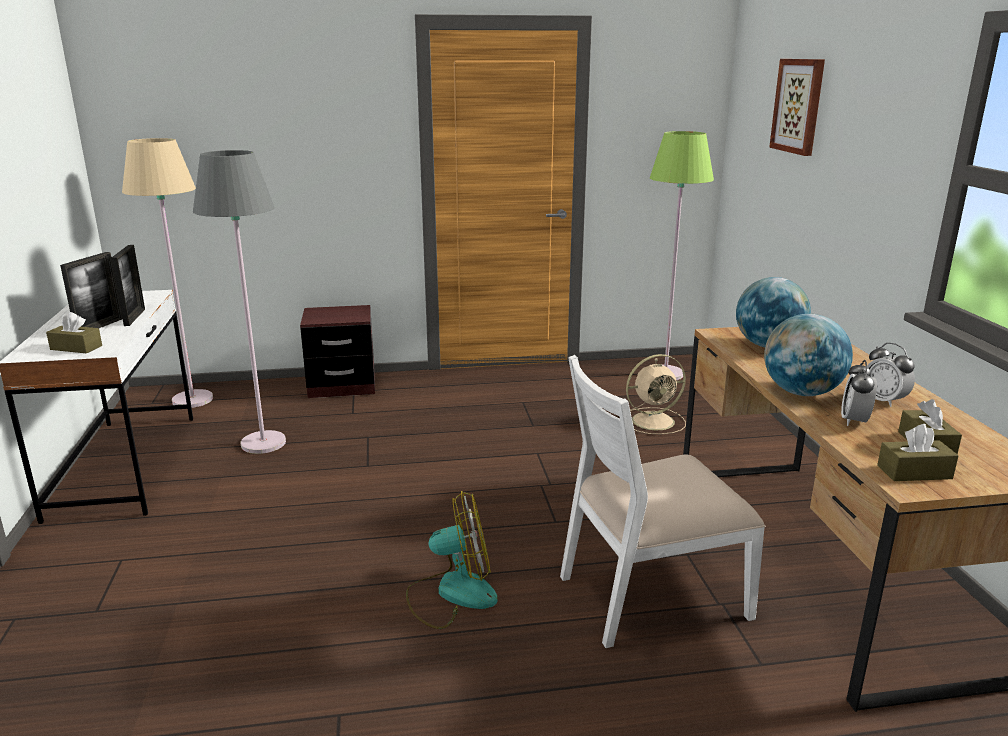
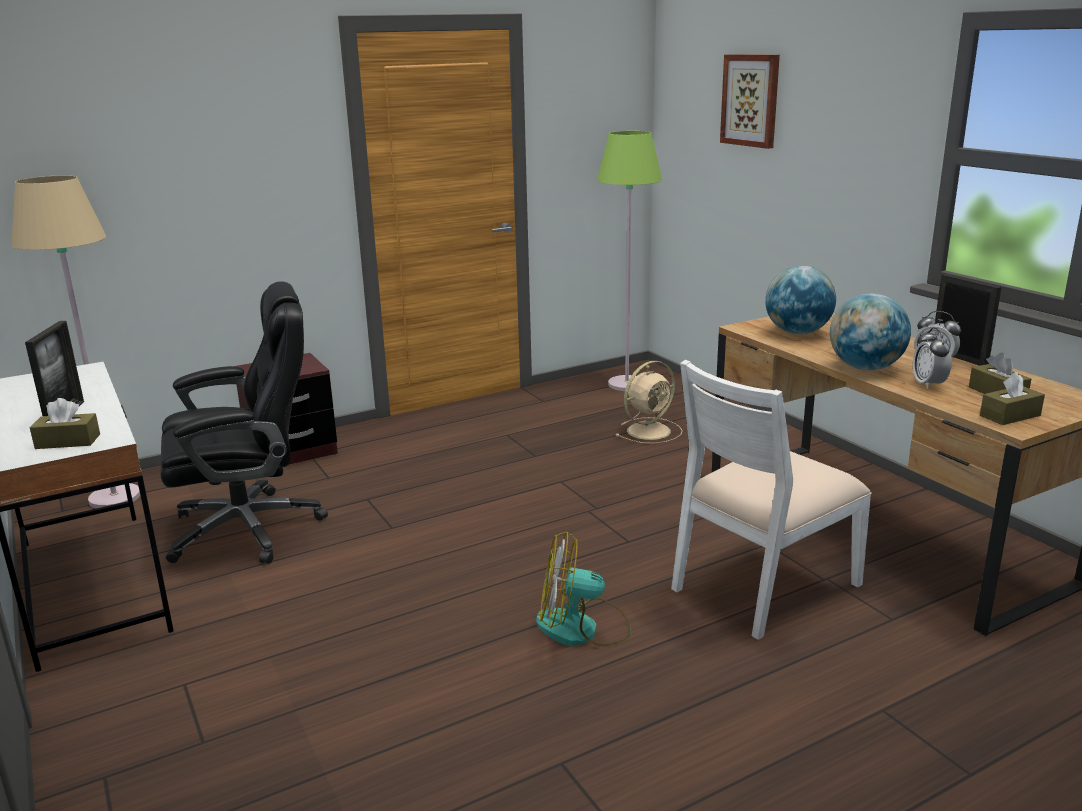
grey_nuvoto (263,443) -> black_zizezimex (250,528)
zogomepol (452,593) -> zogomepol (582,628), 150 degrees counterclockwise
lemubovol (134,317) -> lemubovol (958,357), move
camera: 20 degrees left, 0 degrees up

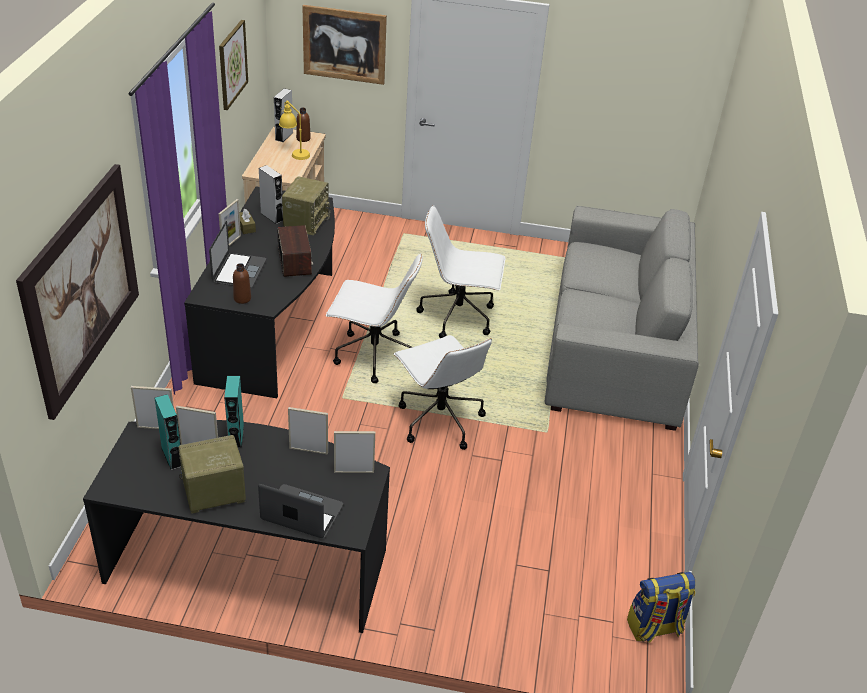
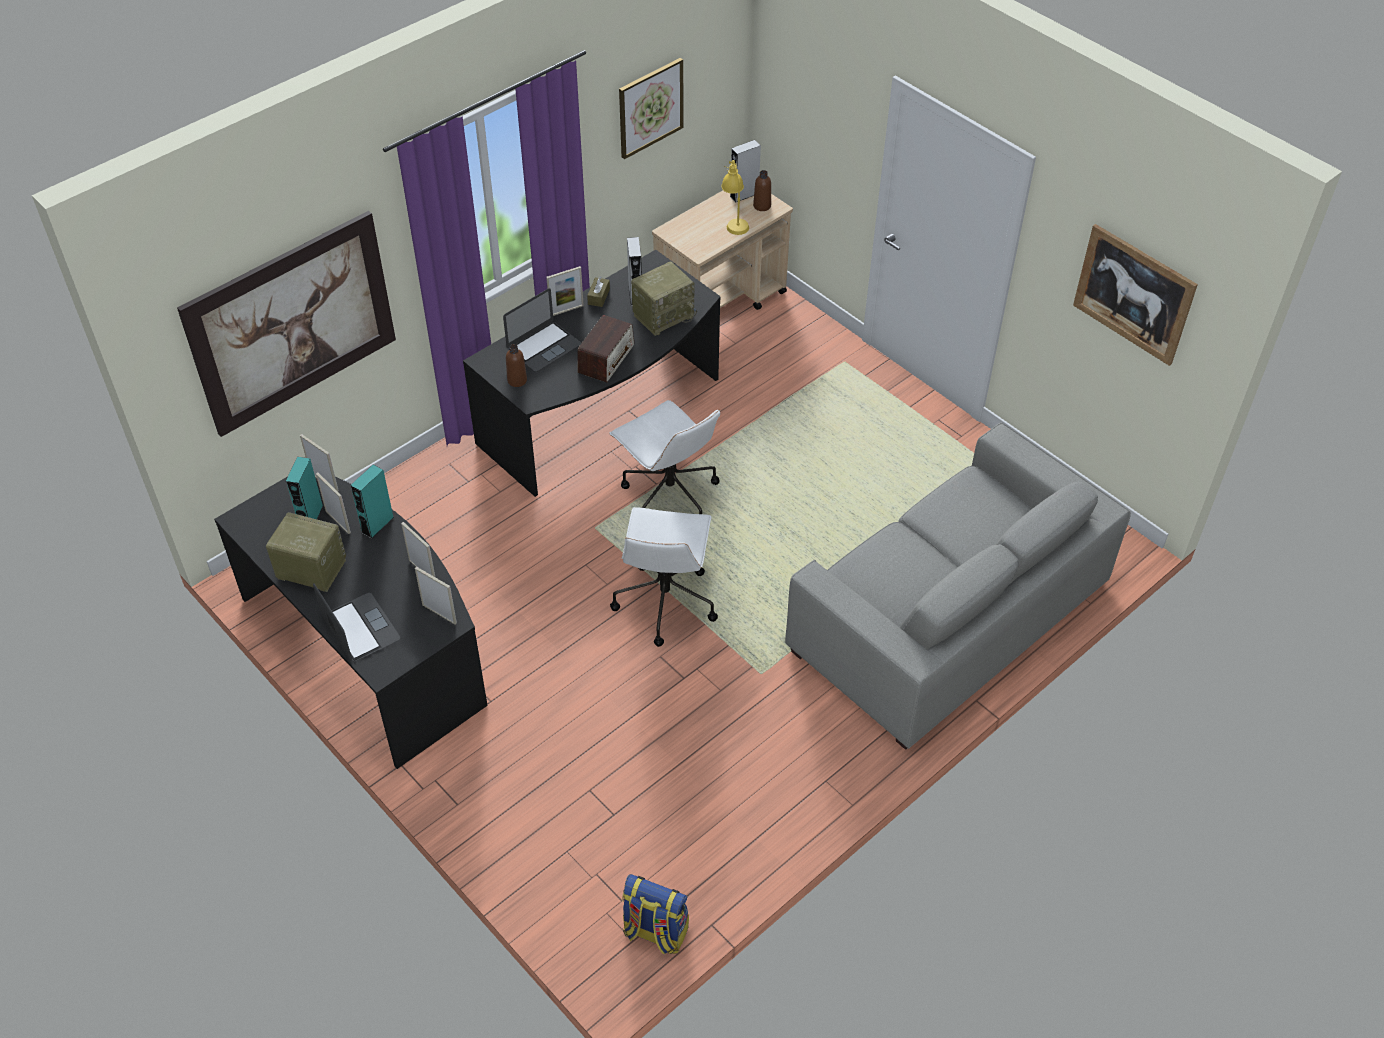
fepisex (344,44) -> fepisex (1133,294), move
white_zizezimex (459,316) -> none
camera: 40 degrees right, 10 degrees up

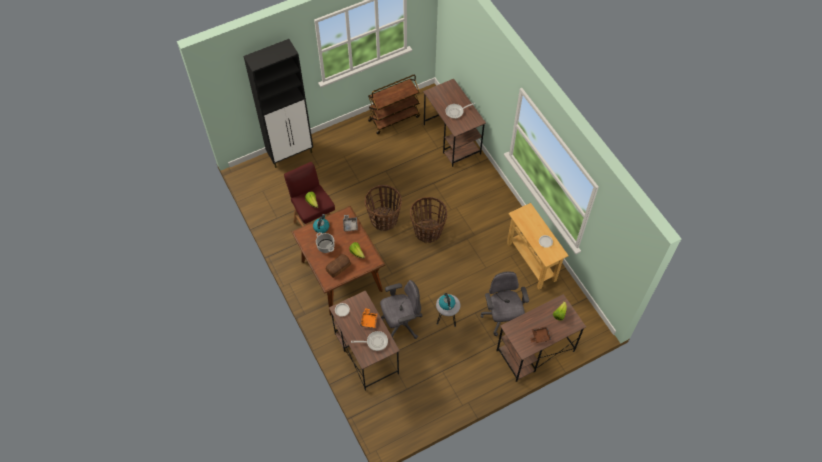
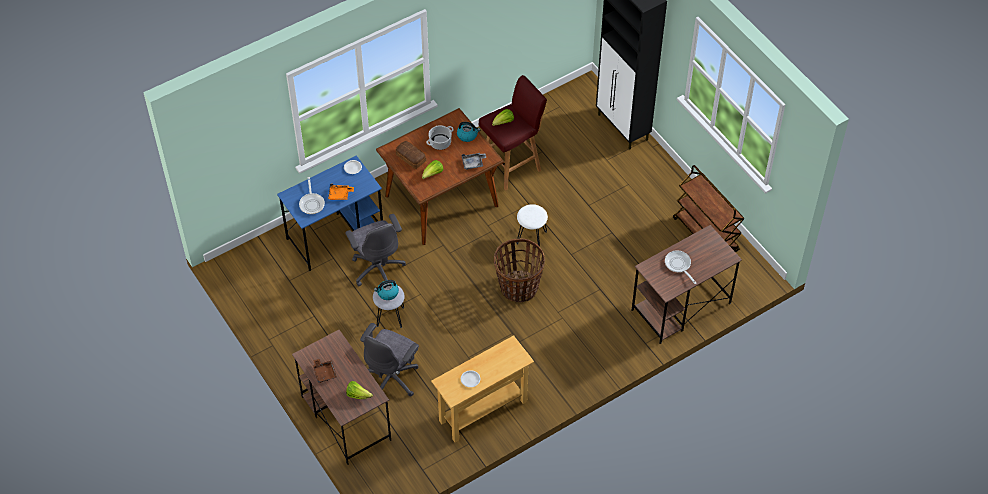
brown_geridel (366,353) -> blue_geridel (336,235)
grey_zizezimex (502,318) -> grey_zizezimex (392,378), 135 degrees clockwise
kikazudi (384,219) -> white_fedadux (531,237)
camera: 85 degrees right, 5 degrees down

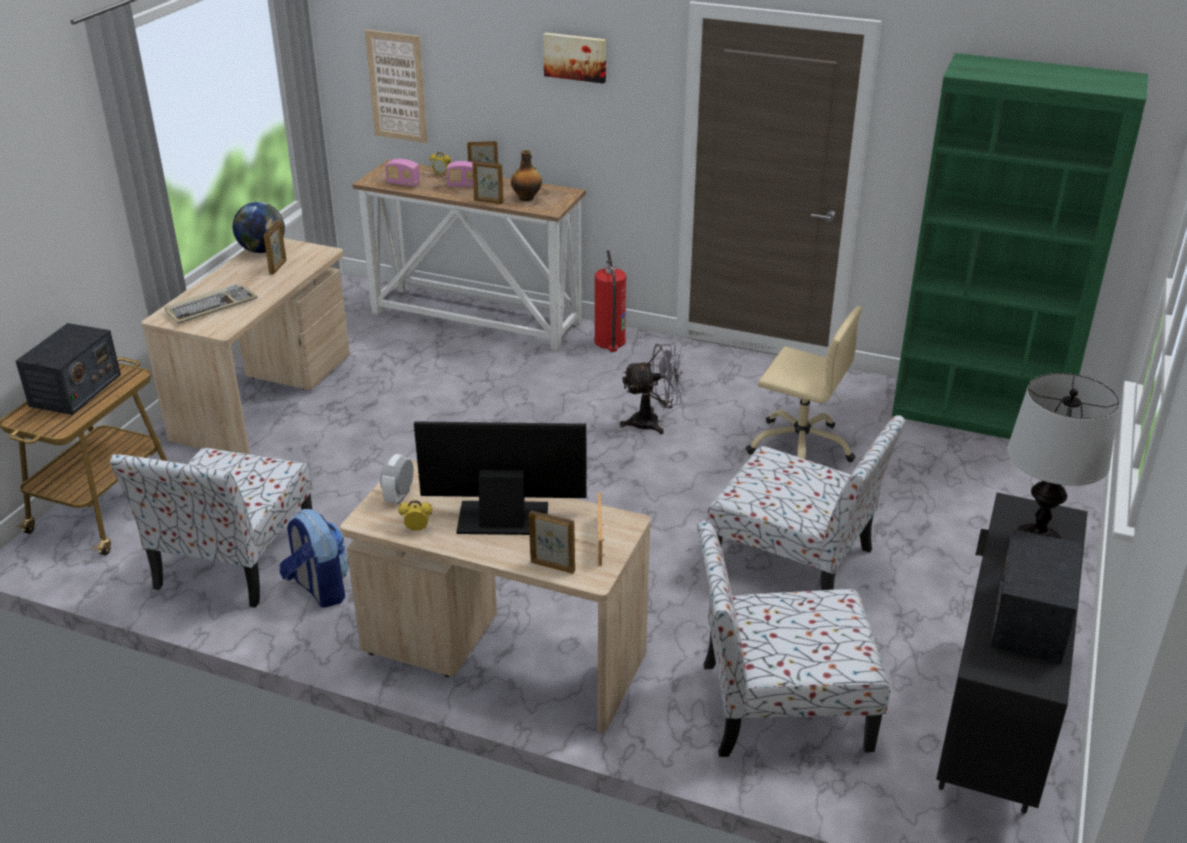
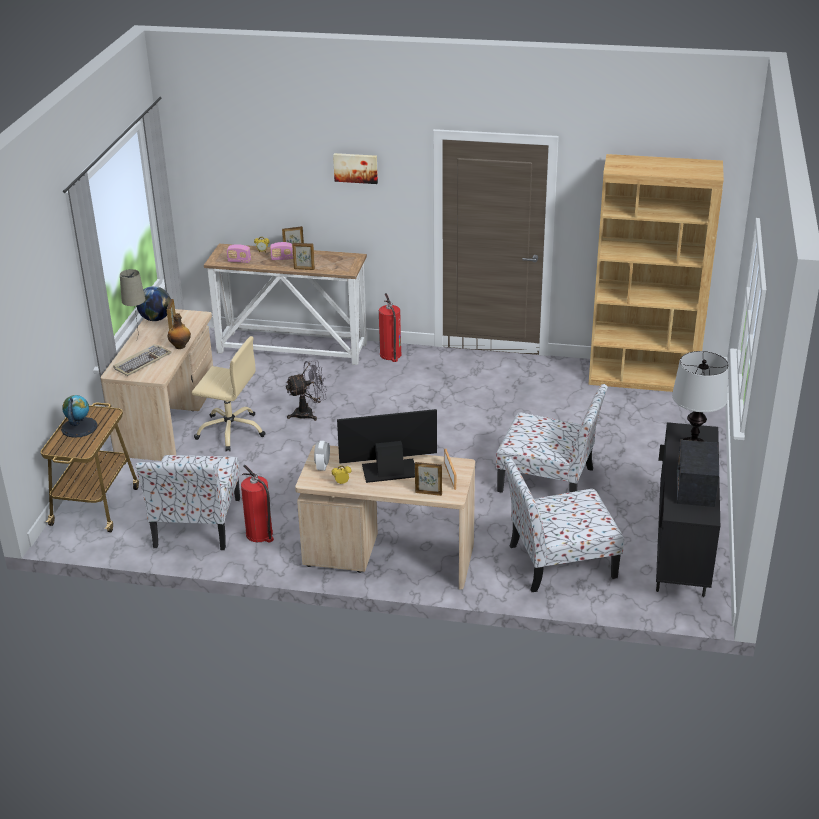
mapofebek (75,390) -> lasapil (79,427)
none -> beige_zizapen (139,337)
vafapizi (527,198) -> vafapizi (180,346), move
beige_zizezimex (800,447) -> beige_zizezimex (231,431), move
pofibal (319,589) -> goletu (260,534)
grey_zogomepol (653,422) -> grey_zogomepol (308,413), move
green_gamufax (979,415) -> brown_gamufax (643,378)
fepisex (397,87) -> none
camera: 10 degrees left, 0 degrees up

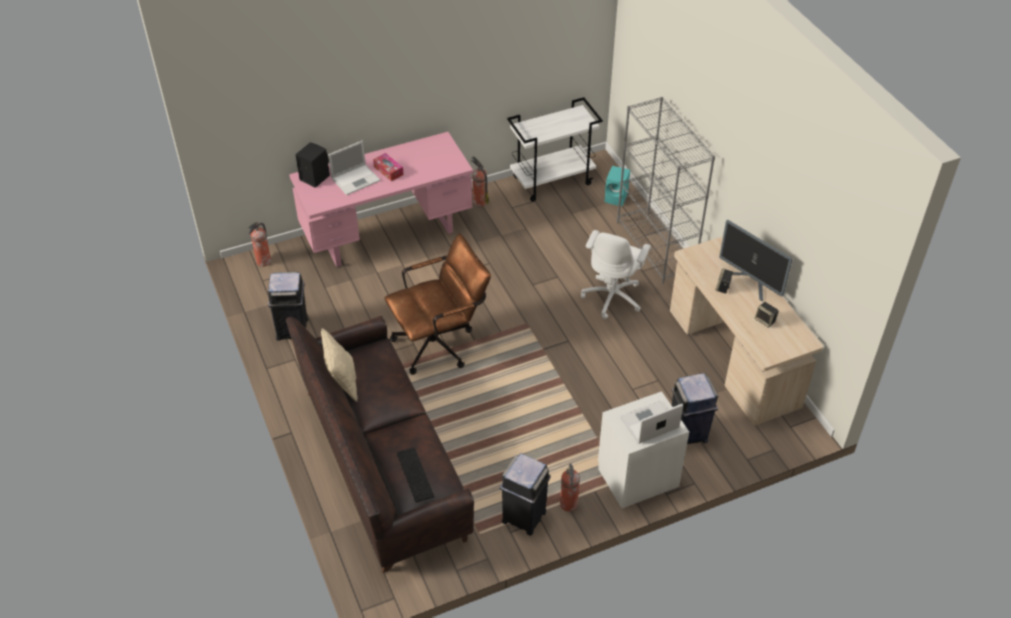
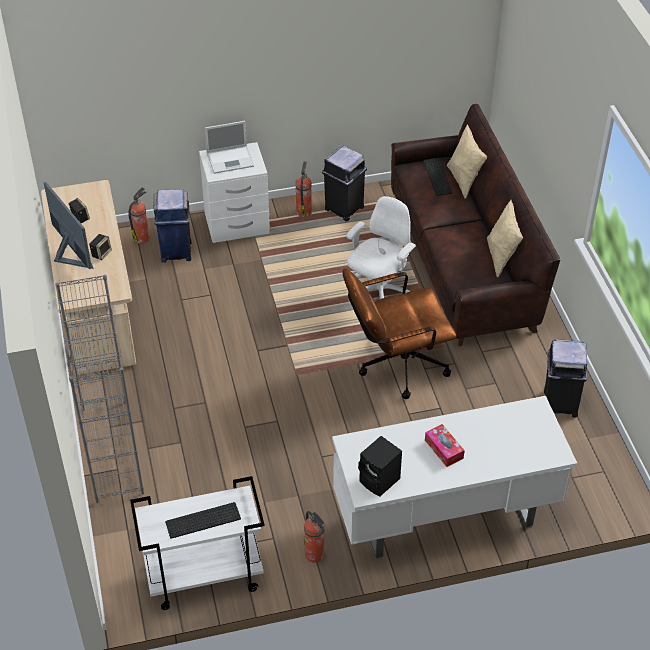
goletu (263,262) -> goletu (142,237), move
none -> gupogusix (202,521)
pink_geridel (387,234) -> white_geridel (445,517)
white_zizezimex (613,297) -> white_zizezimex (379,294), move
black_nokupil (314,177) -> black_nokupil (380,481), move
none -> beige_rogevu (464,180)
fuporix (356,179) -> none
turquoise_nokupil (617,198) -> none
camera: 170 degrees left, 0 degrees up

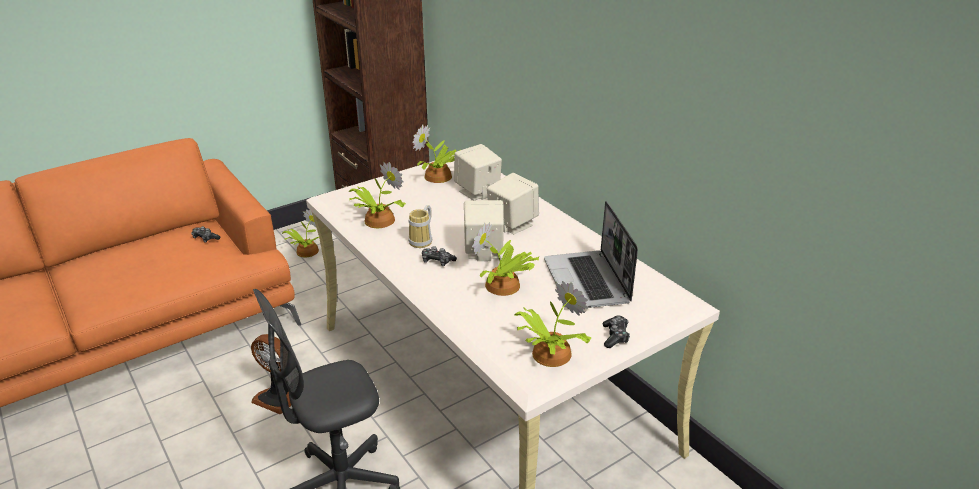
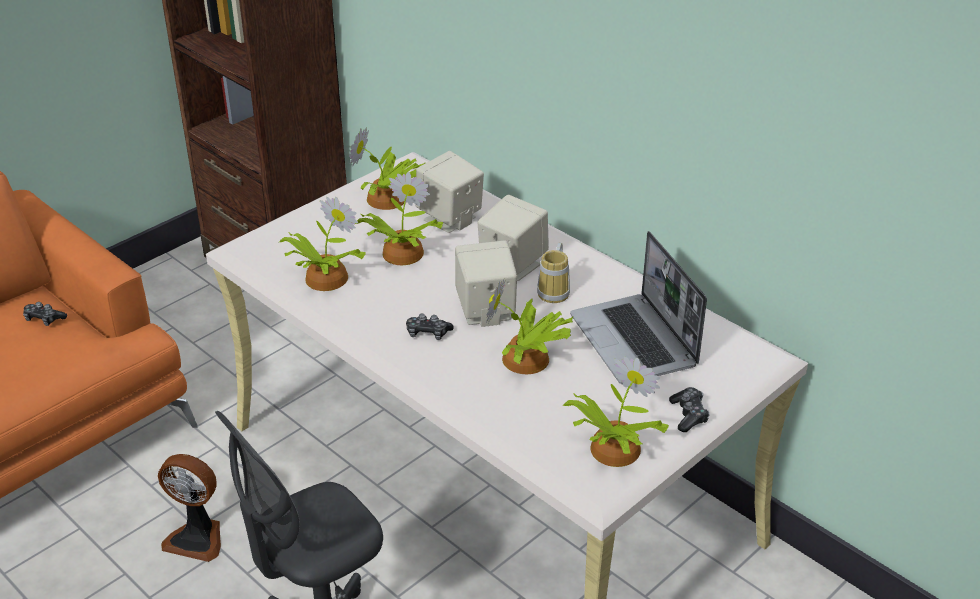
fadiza (306,251) -> fadiza (400,254), move
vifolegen (423,241) -> vifolegen (556,291), move
camera: 10 degrees left, 5 degrees up

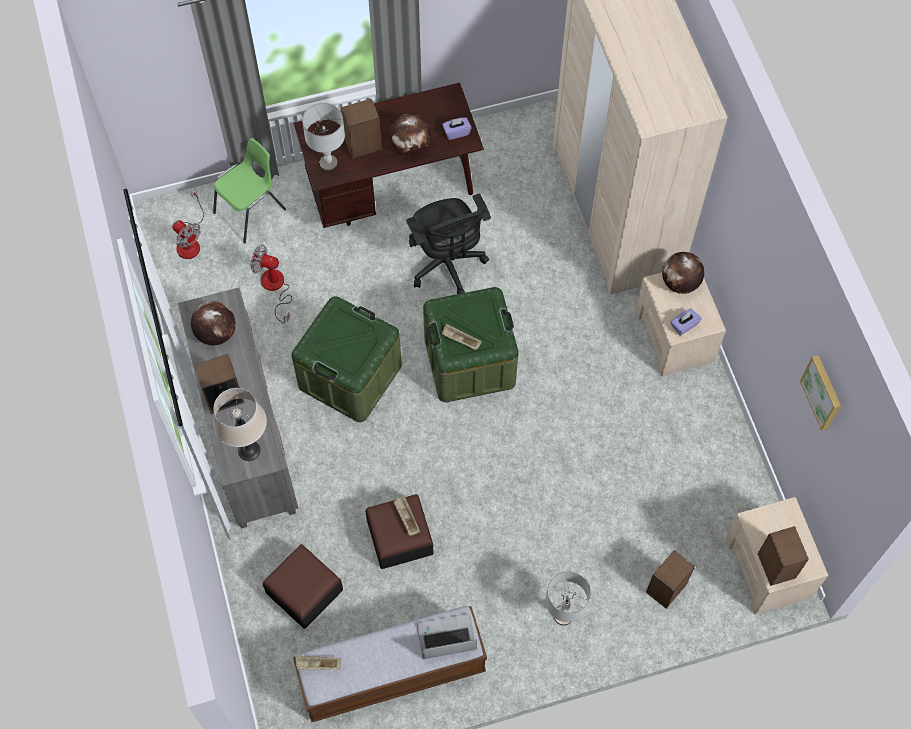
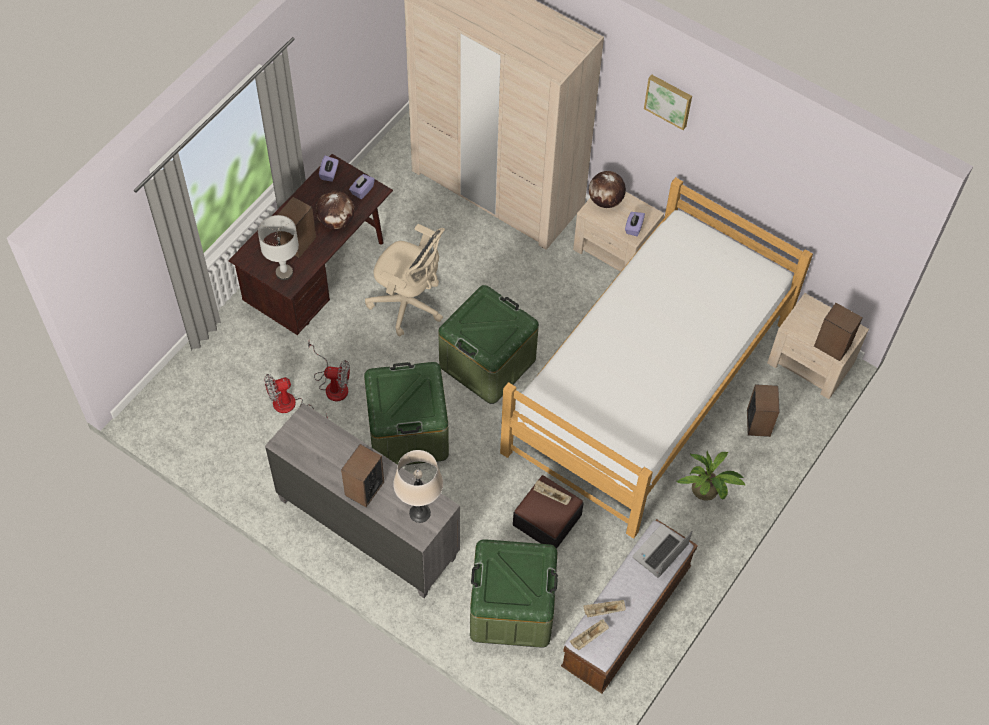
zogomepol (190,241) -> zogomepol (332,384), move
none -> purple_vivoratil (329,173)
black_zizezimex (447,264) -> beige_zizezimex (409,305)
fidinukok (304,591) -> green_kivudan (512,608)
none -> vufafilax (649,387)
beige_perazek (460,340) -> beige_perazek (603,611), move
fepisex (823,392) -> fepisex (669,100), move
grey_zizapen (563,616) -> fadiza (707,491)
lasapil (216,333) -> none
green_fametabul (251,211) -> none
camera: 40 degrees left, 5 degrees down

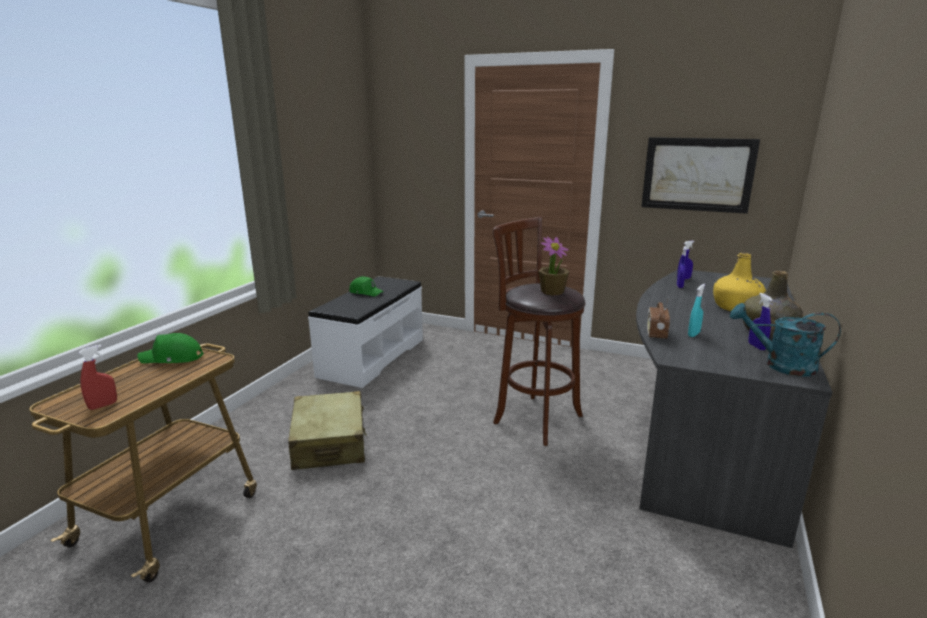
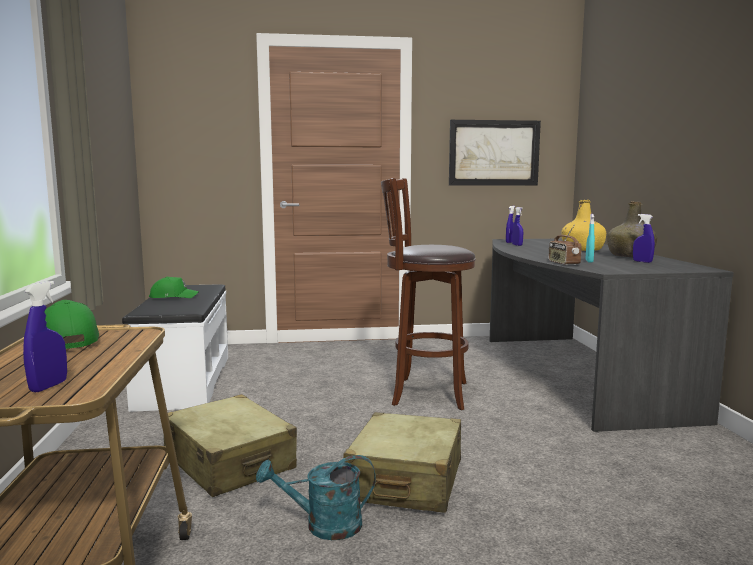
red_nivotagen (103,405) -> blue_nivotagen (48,386)
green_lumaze (172,358) -> green_lumaze (68,339), 90 degrees clockwise
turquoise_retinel (780,365) -> turquoise_retinel (323,526), move
none -> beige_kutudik (405,481)
fadiza (552,292) -> none
camera: 30 degrees left, 10 degrees down

